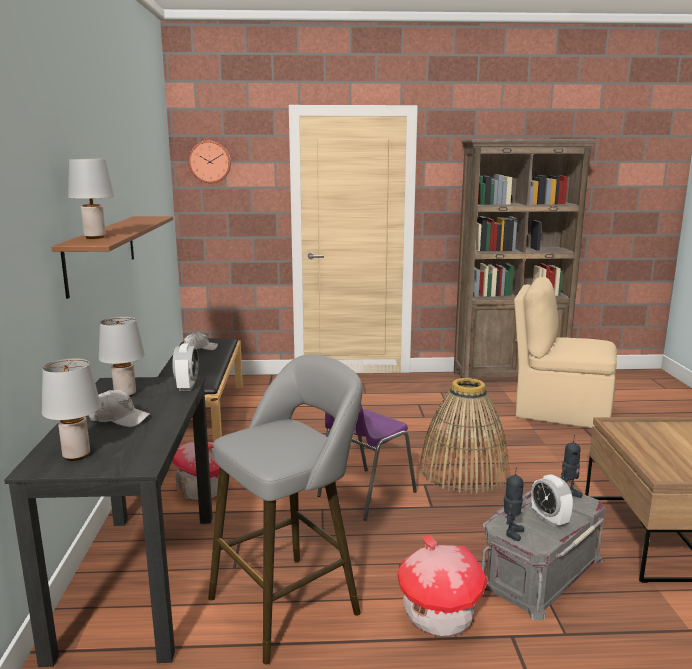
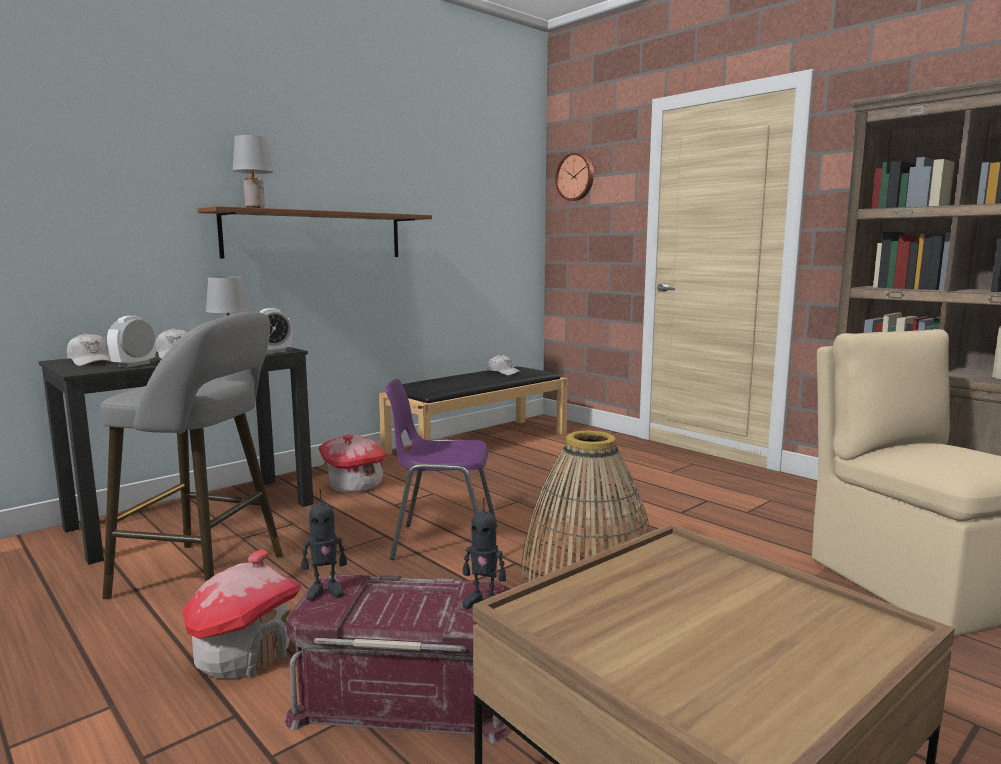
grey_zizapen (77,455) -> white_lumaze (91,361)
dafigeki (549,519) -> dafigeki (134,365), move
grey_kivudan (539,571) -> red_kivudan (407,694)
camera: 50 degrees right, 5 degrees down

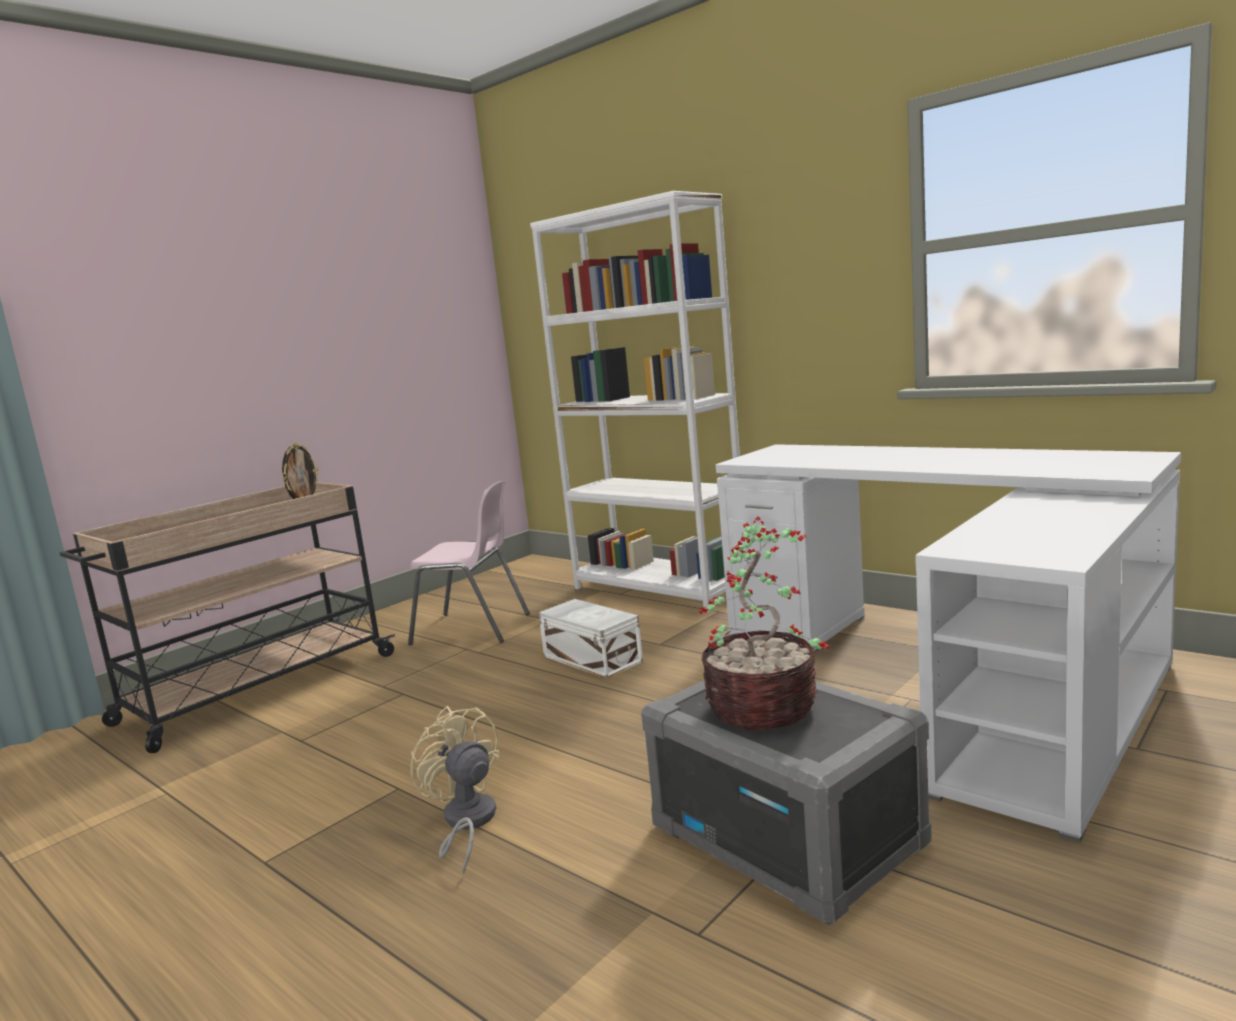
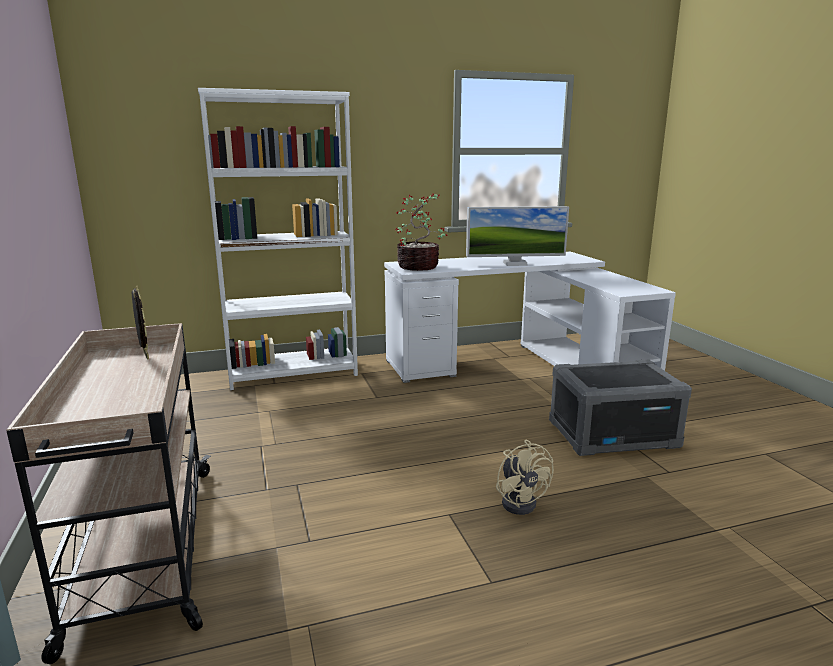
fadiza (764,709) -> fadiza (419,267), move
none -> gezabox (515,264)
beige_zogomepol (466,823) -> beige_zogomepol (521,501), 105 degrees counterclockwise
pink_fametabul (473,629) -> none
white_kivudan (592,658) -> none
camera: 60 degrees left, 5 degrees up

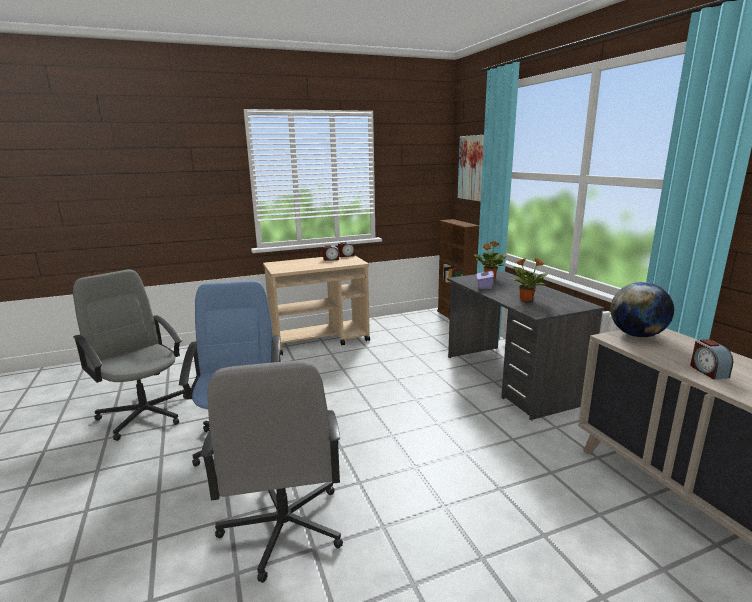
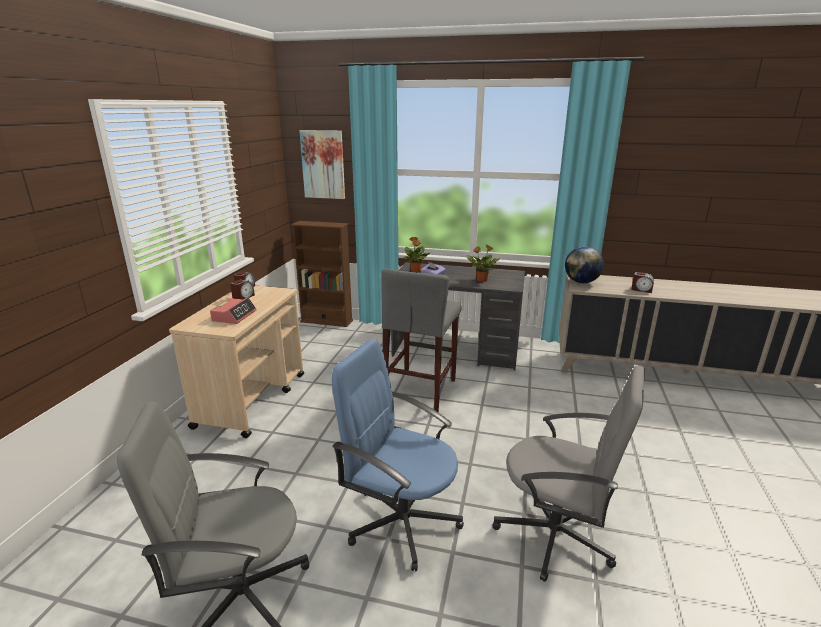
none -> dafigeki (234,316)
none -> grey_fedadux (420,390)
camera: 55 degrees left, 5 degrees up

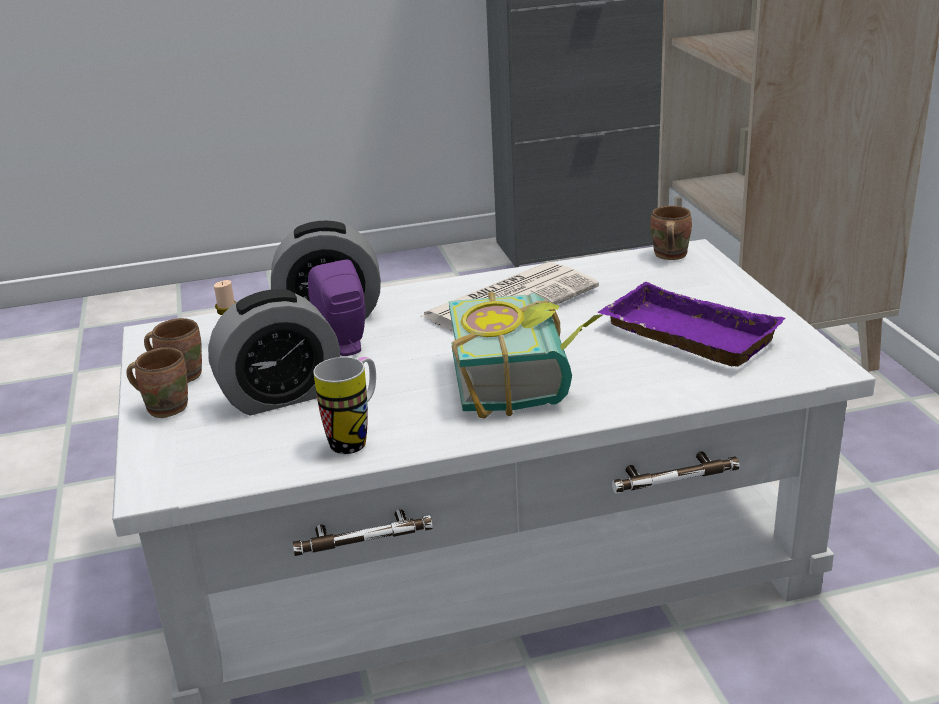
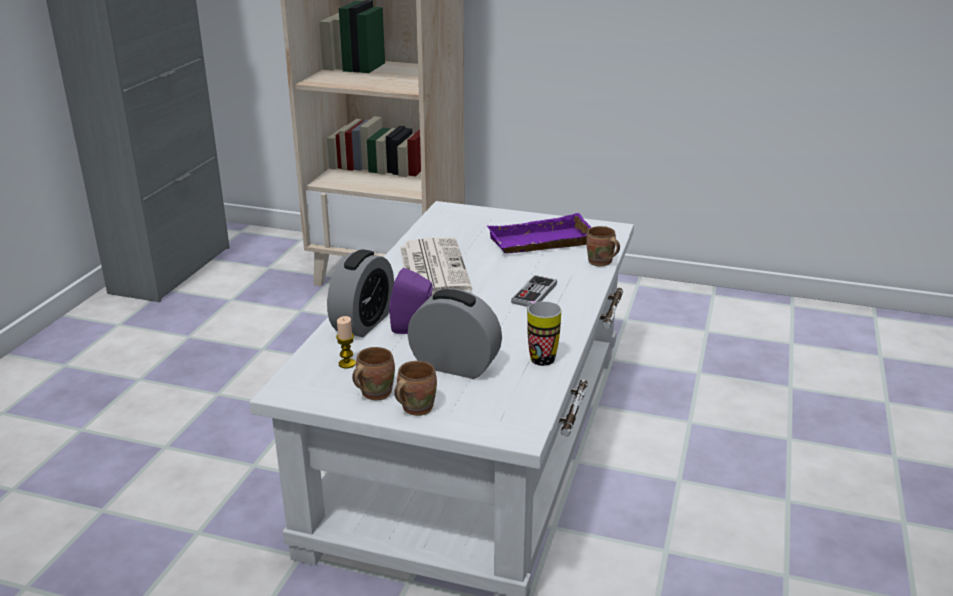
dafigeki (280,396) -> dafigeki (455,365), 75 degrees counterclockwise
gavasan (524,381) -> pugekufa (534,293)
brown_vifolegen (668,256) -> brown_vifolegen (600,263), move
camera: 60 degrees left, 0 degrees up

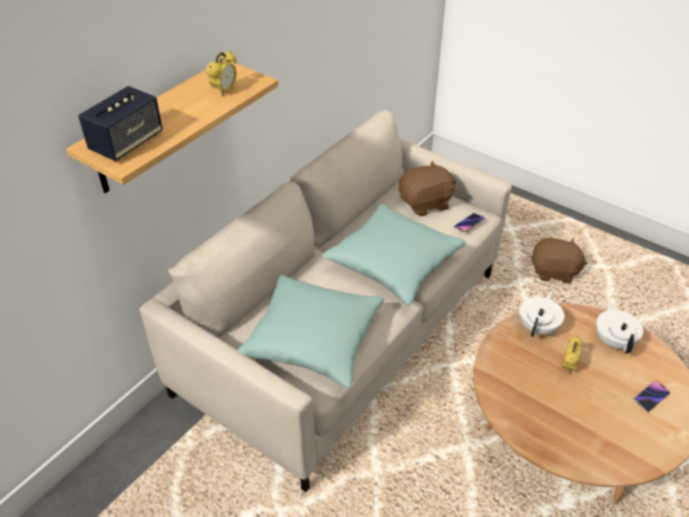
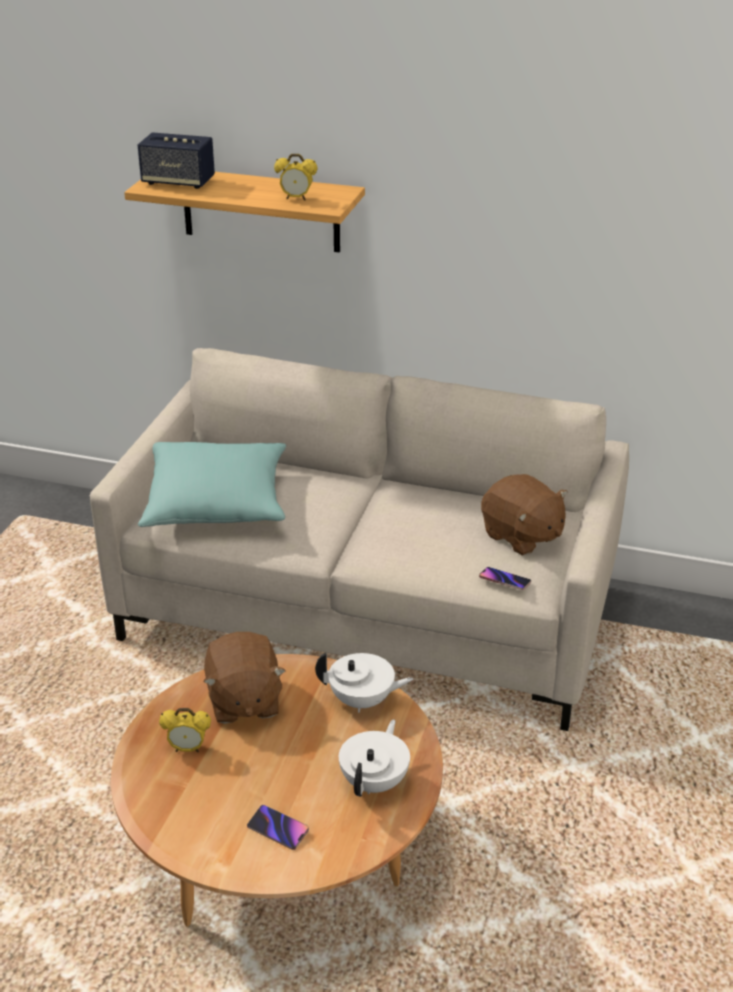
dafigeki (568,367) -> dafigeki (188,749), move
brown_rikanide (554,272) -> brown_rikanide (243,701), move
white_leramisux (614,341) -> white_leramisux (375,782), 45 degrees counterclockwise
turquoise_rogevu (393,264) -> none
camera: 70 degrees right, 10 degrees down

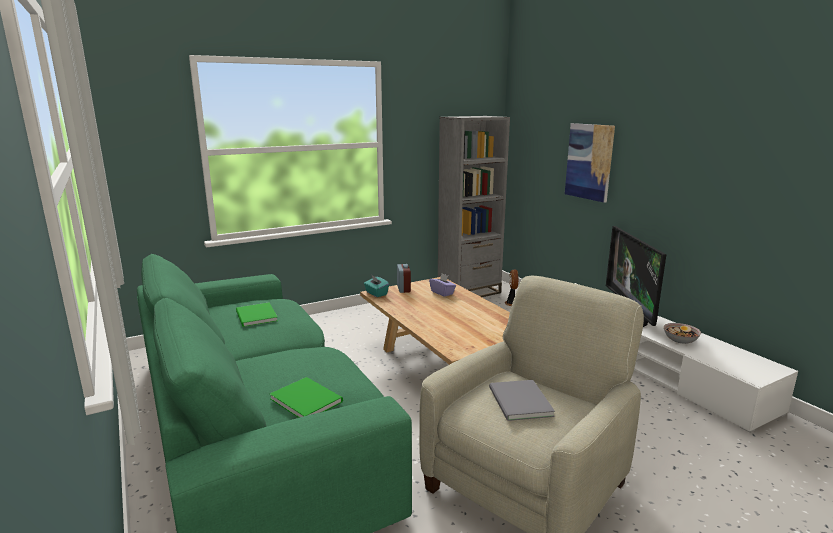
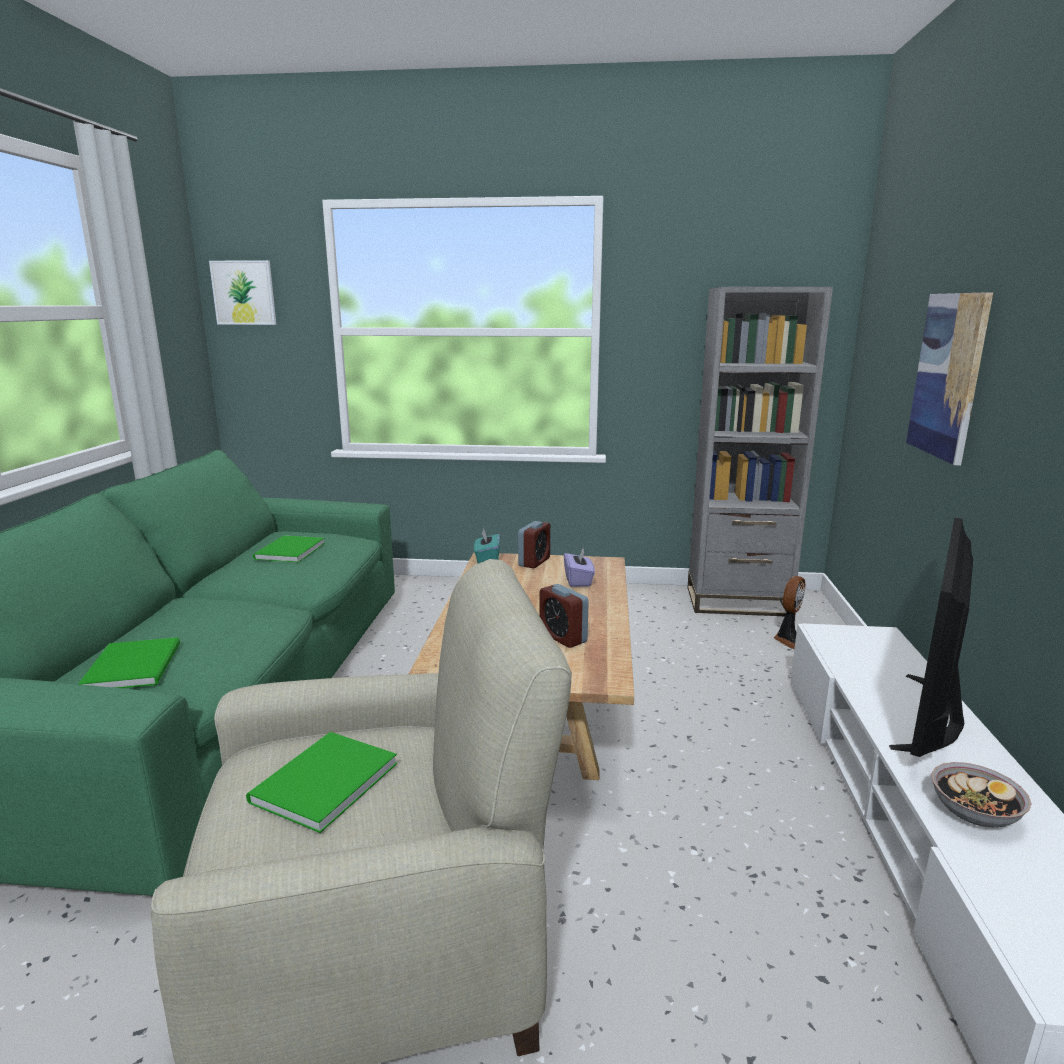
none -> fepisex (244,293)
grey_gavasan (519,403) -> green_gavasan (320,783)
none -> dafigeki (563,637)
camera: 35 degrees right, 0 degrees up

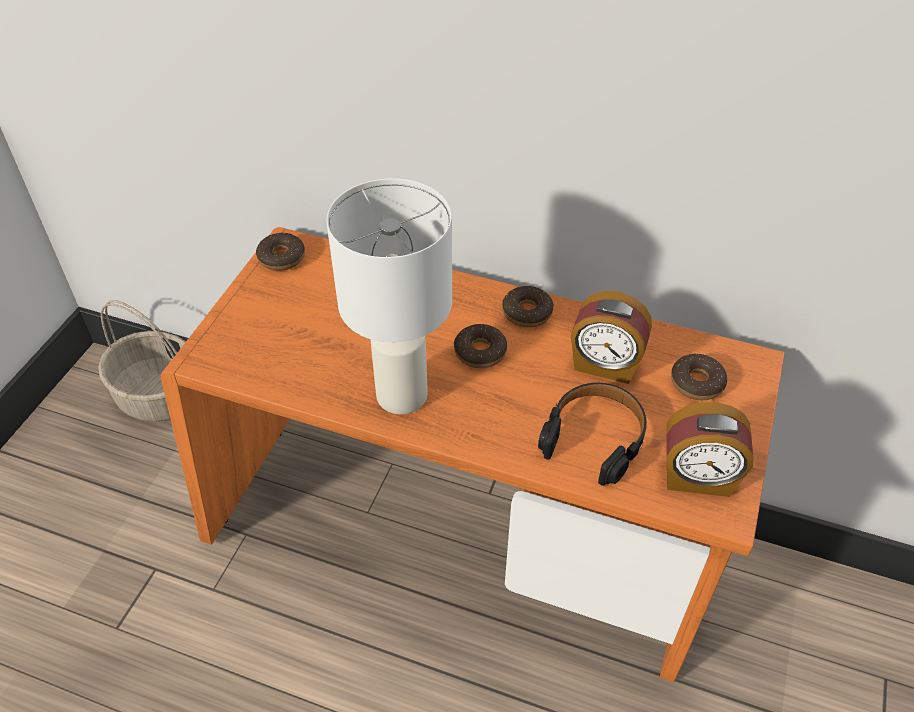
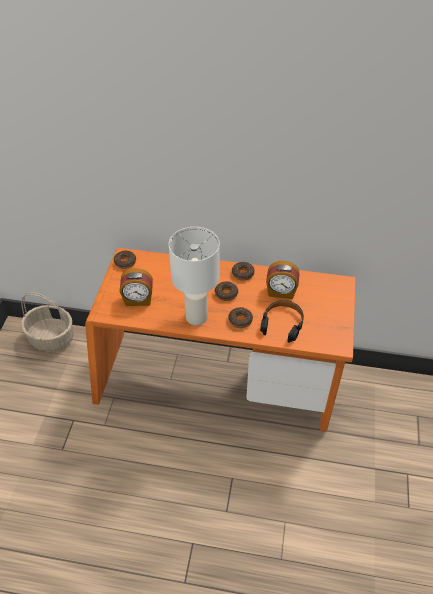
dafigeki (697,478) -> dafigeki (138,300), move
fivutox (697,383) -> fivutox (240,320), move
camera: 10 degrees left, 0 degrees up

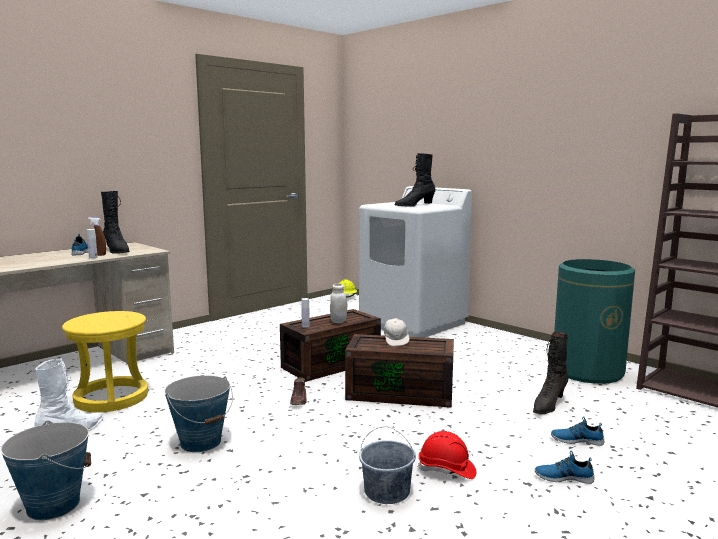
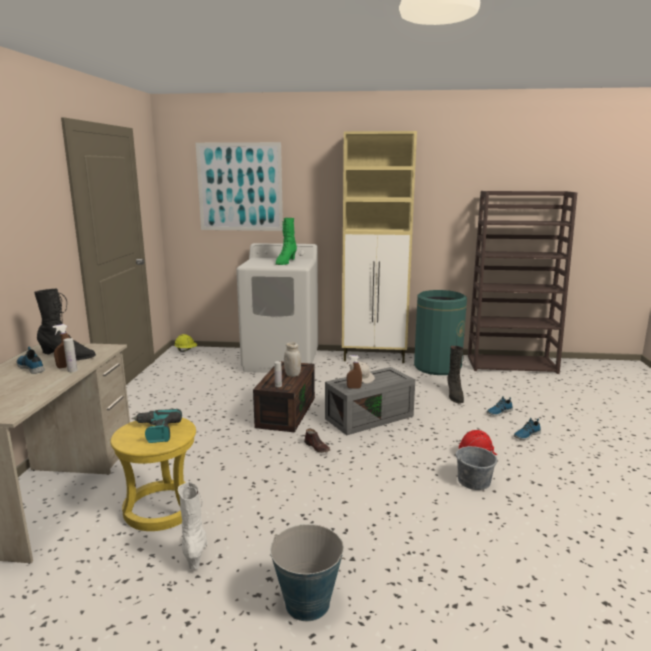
none -> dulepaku (156,431)
none -> fepisex (240,187)
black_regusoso (414,206) -> green_regusoso (285,263)
brown_kivudan (402,392) -> grey_kivudan (369,416)
none -> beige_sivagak (375,358)
none -> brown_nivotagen (354,388)
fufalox (201,442) -> none
camera: 40 degrees left, 5 degrees up

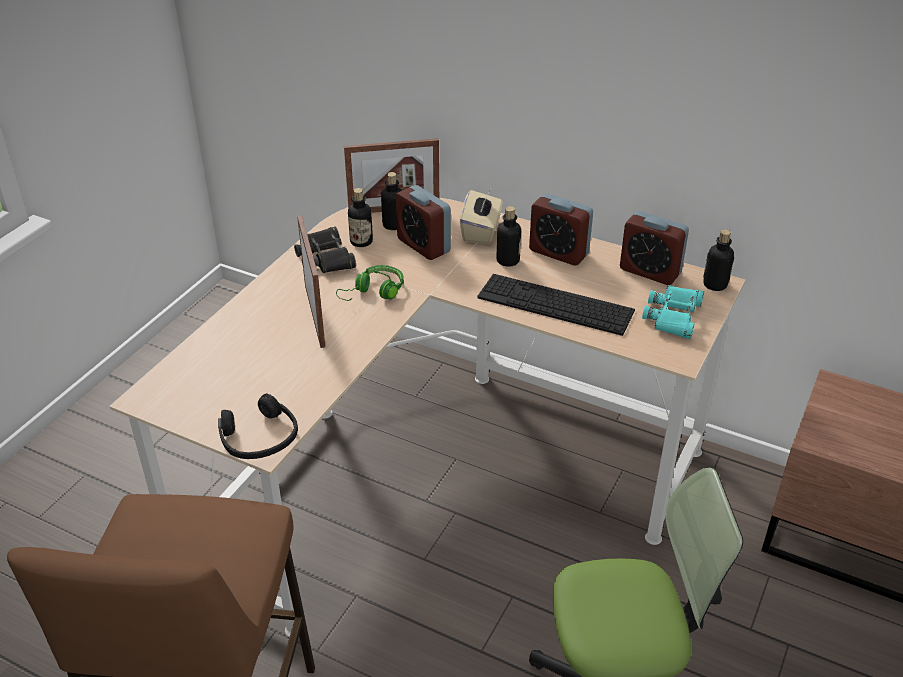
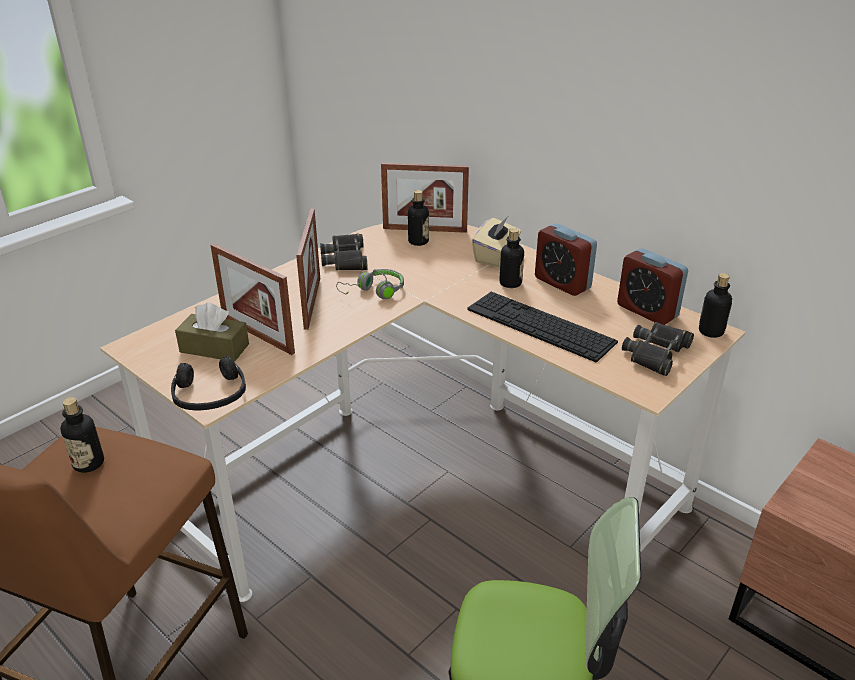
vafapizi (361,241) -> vafapizi (88,463), move
none -> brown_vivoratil (214,348)
none -> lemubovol (257,335)
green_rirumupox (374,292) -> grey_rirumupox (374,291)
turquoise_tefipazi (674,316) -> black_tefipazi (656,353)
dafigeki (423,245) -> none
camera: 15 degrees right, 5 degrees down

